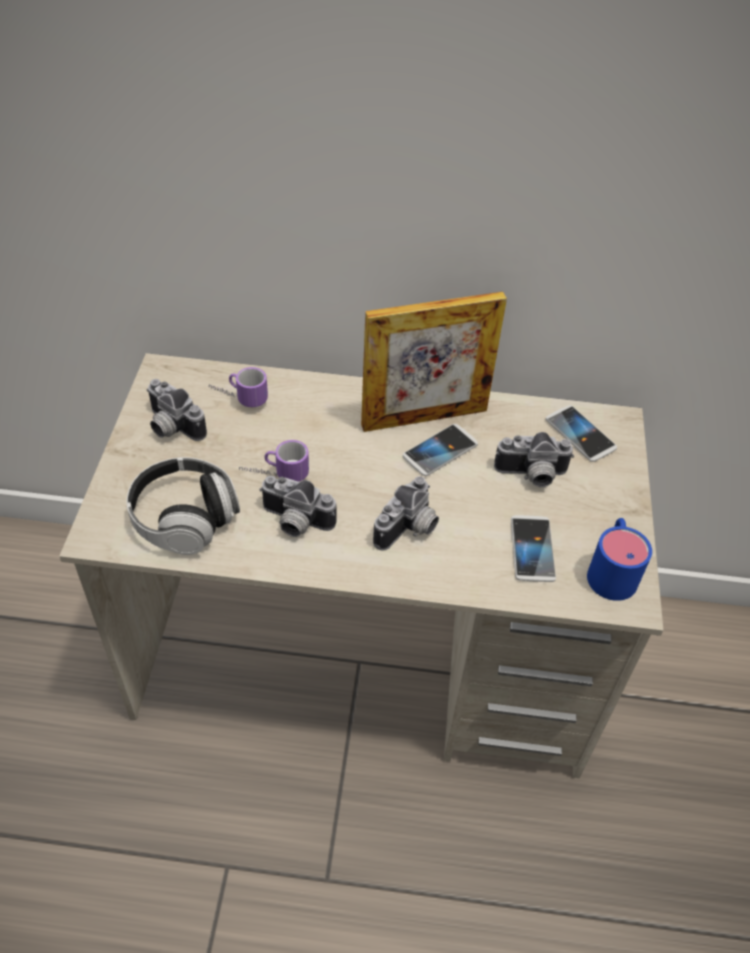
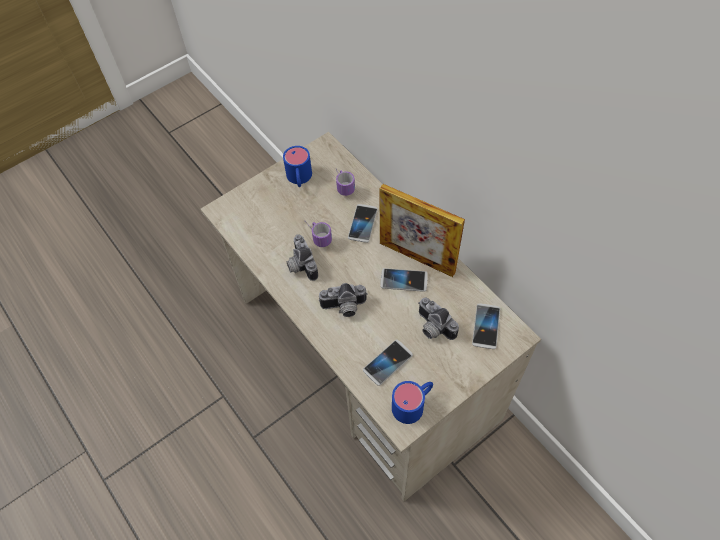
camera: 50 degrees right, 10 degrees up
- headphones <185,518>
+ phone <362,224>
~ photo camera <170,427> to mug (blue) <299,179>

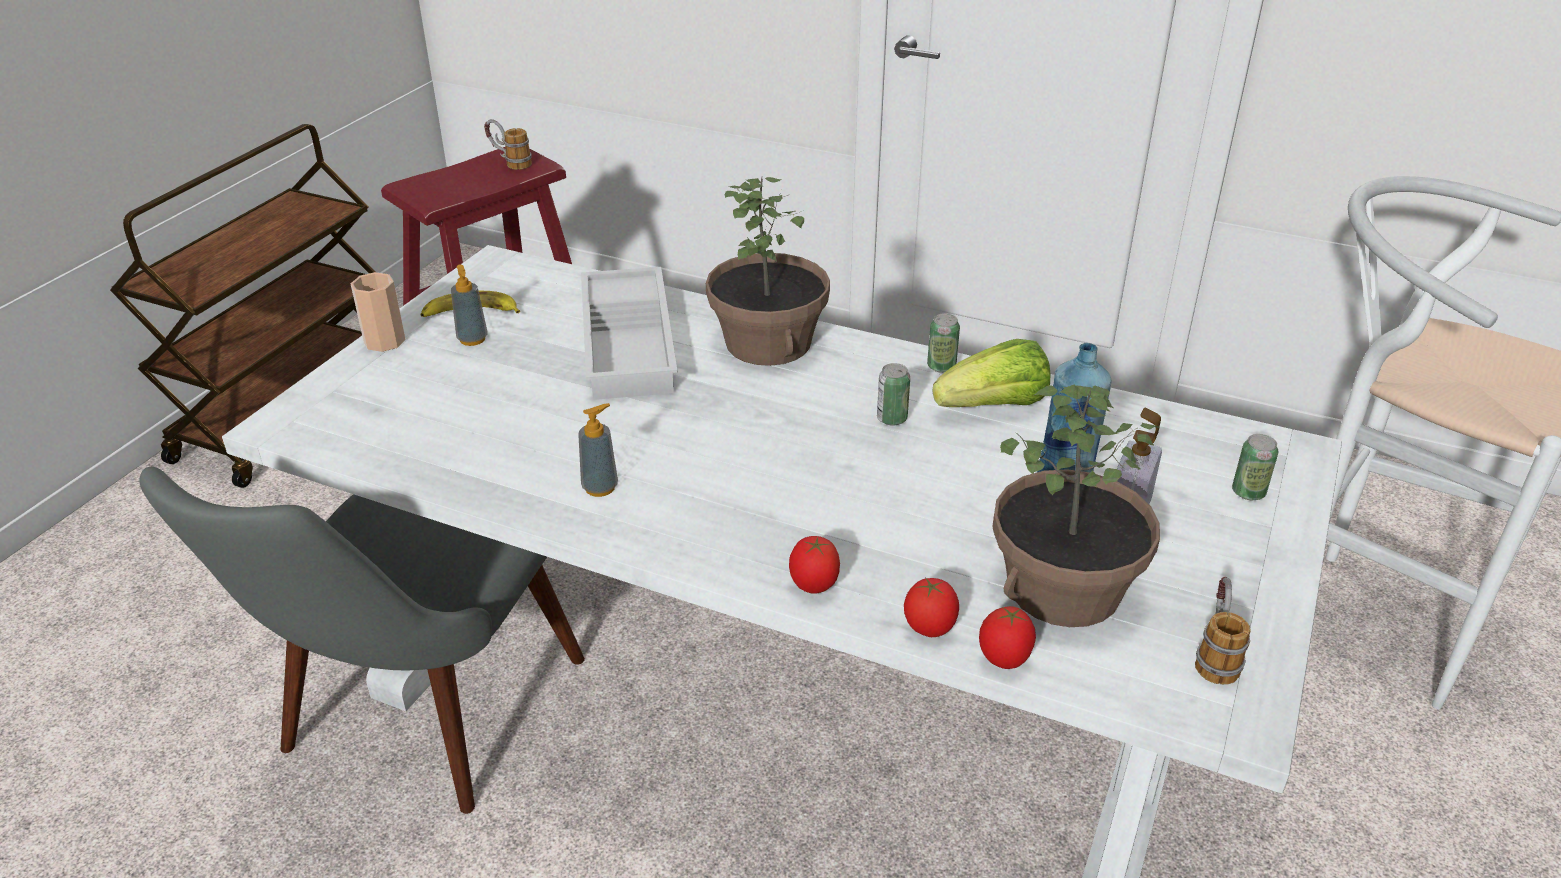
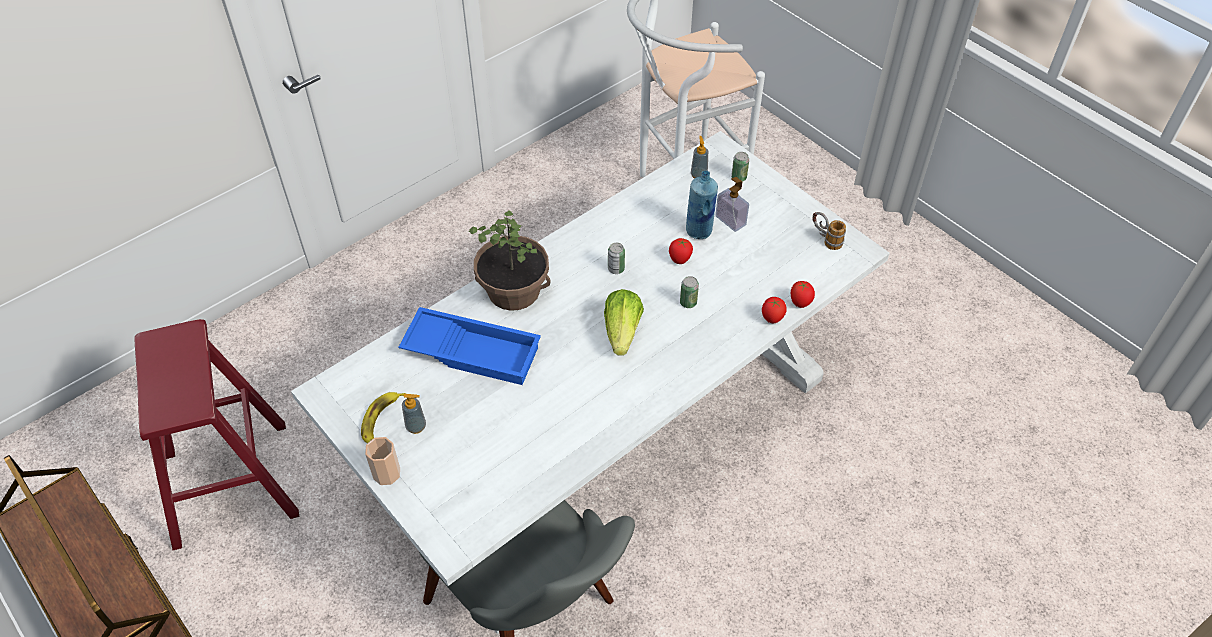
camera: 65 degrees left, 15 degrees up
- mug <509,162>
- potted plant <1064,589>
~ soap dispenser <600,487> to <698,175>
~ tomato <813,587> to <679,260>
~ can <941,366> to <688,302>
~ lettuce <994,407> to <622,332>
~ tray (white) <631,343> to tray (blue) <473,350>

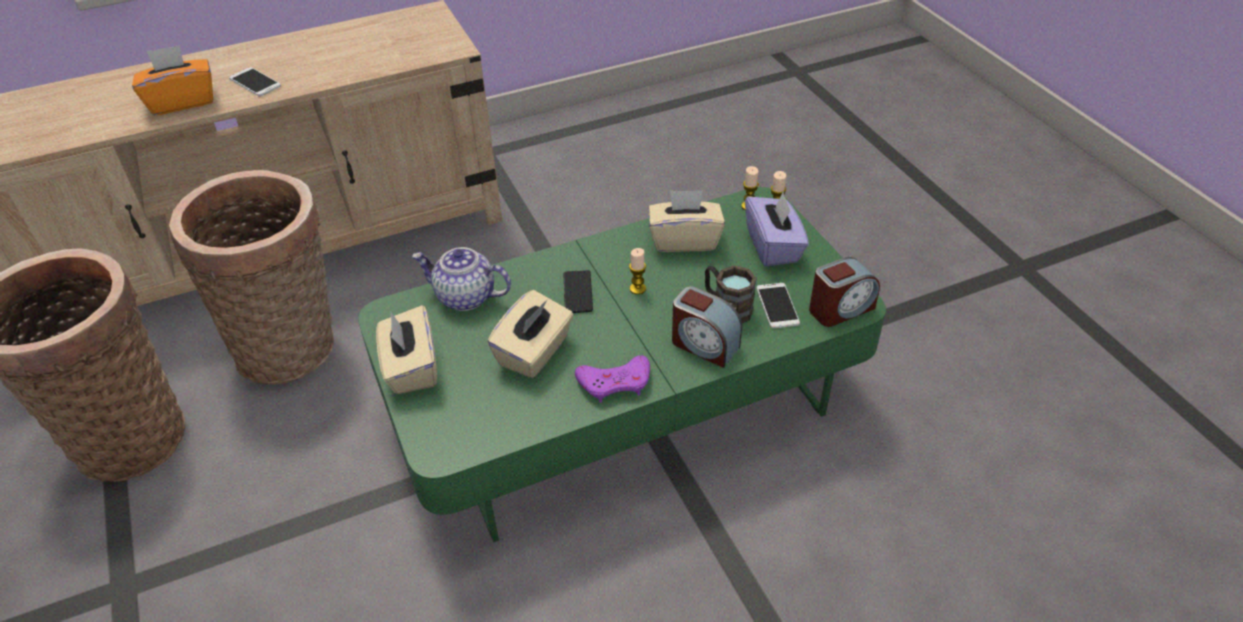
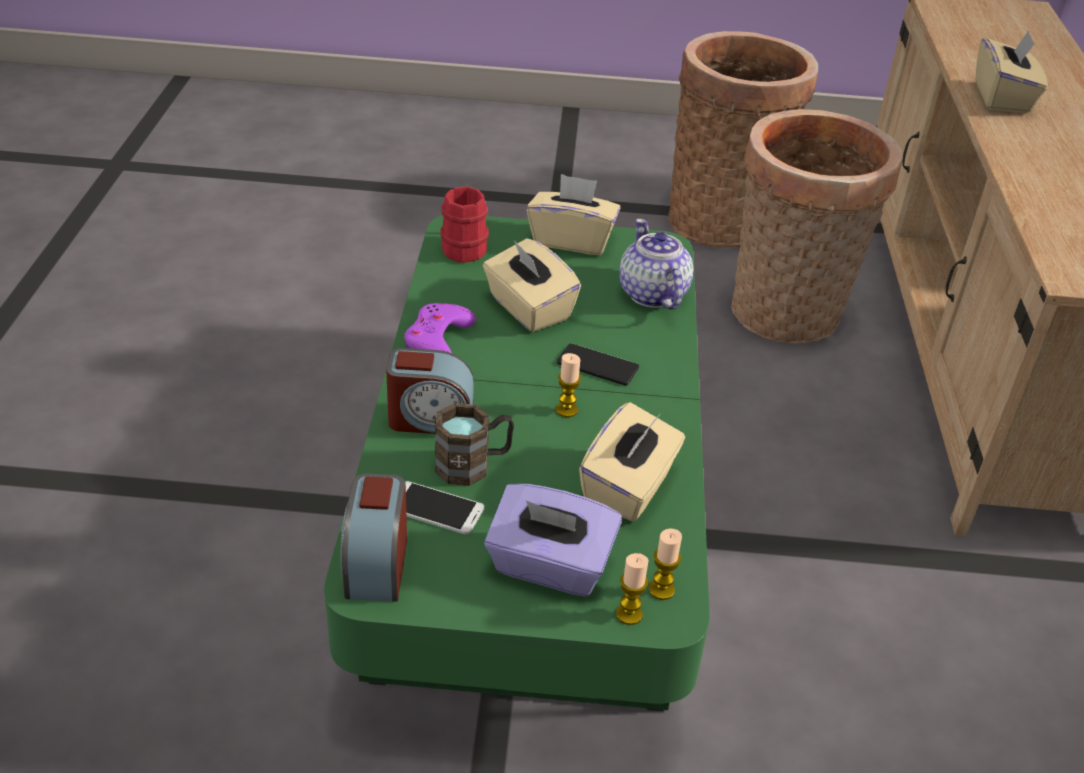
camera: 115 degrees right, 5 degrees down
- phone <255,82>
+ mug (red) <468,246>
~ tissue box (orange) <182,101> to tissue box (beige) <1002,98>
~ teapot <465,297> = <651,294> 60 degrees counterclockwise
~ alarm clock <704,345> = <430,419> 150 degrees counterclockwise

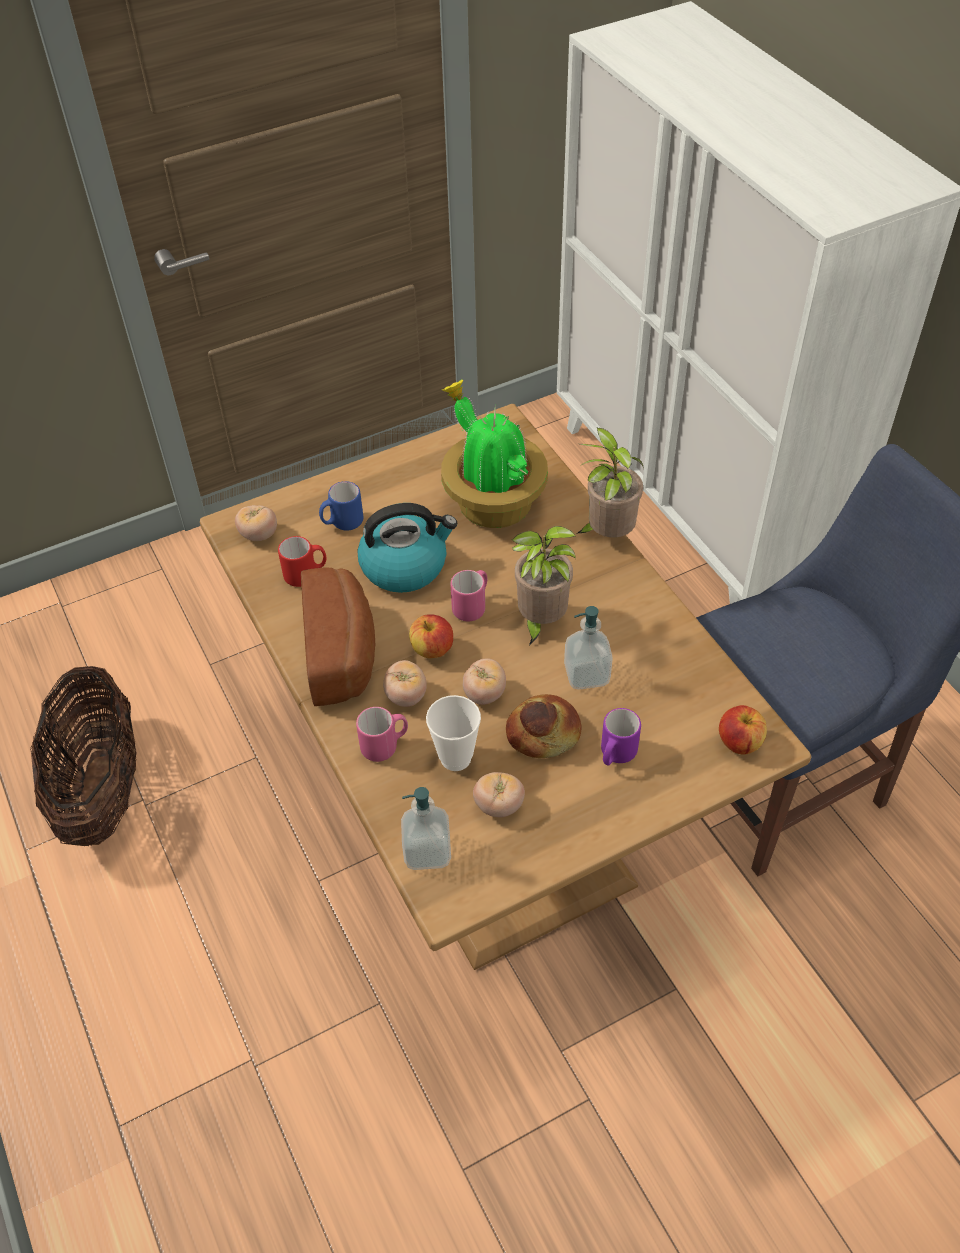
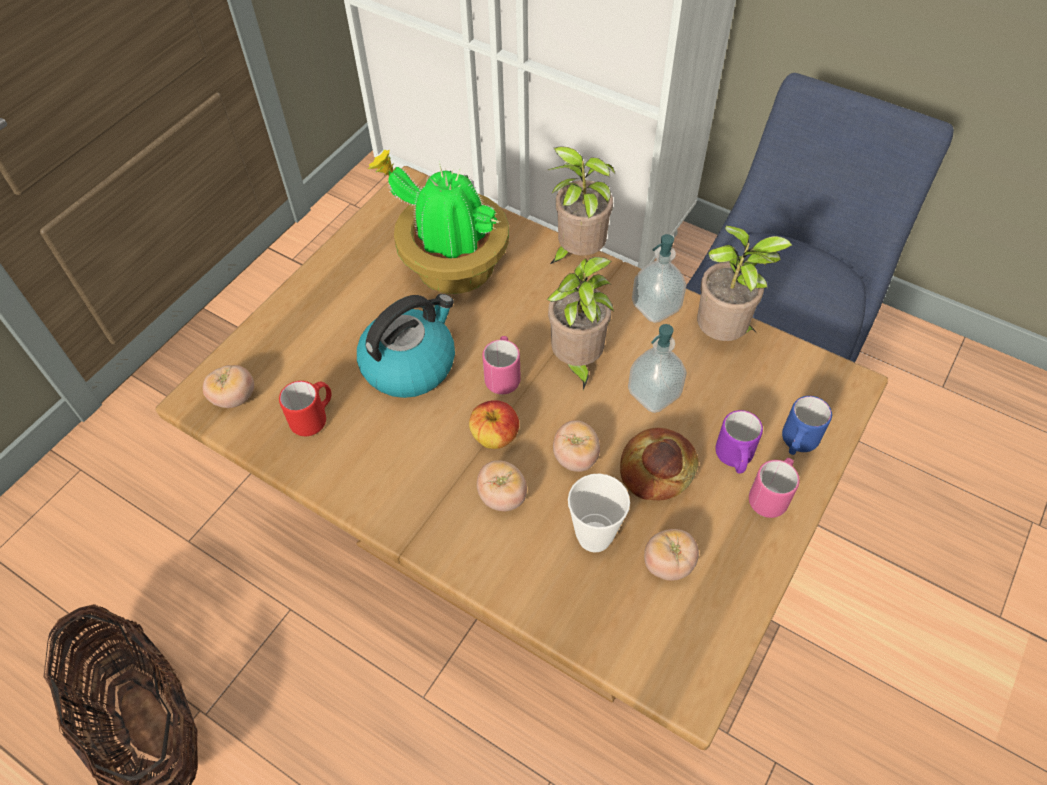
camera: 30 degrees left, 5 degrees up
- bread <343,651>
- apple <739,743>
+ potted plant <723,335>
~ mug (blue) <342,523> to <797,443>
~ mug (pink) <385,745> to <771,496>
~ soap dispenser <427,851> to <656,306>

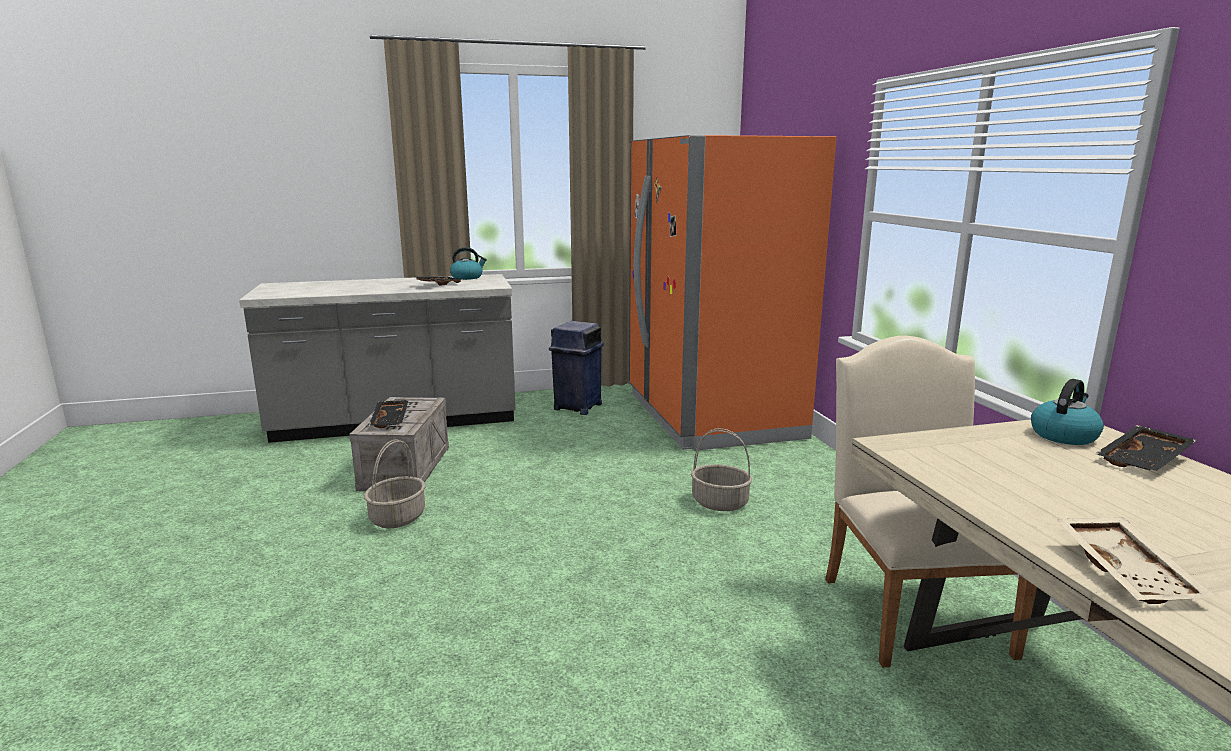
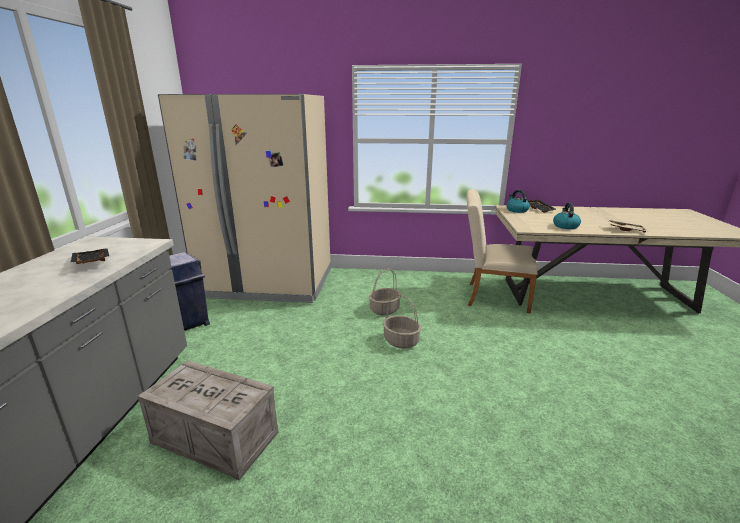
camera: 70 degrees left, 5 degrees up
- tray (black) <391,419>
~ basket <397,517> to <400,341>
~ kettle <467,277> to <565,226>
~ fridge (orange) <711,415> to fridge (beige) <268,283>

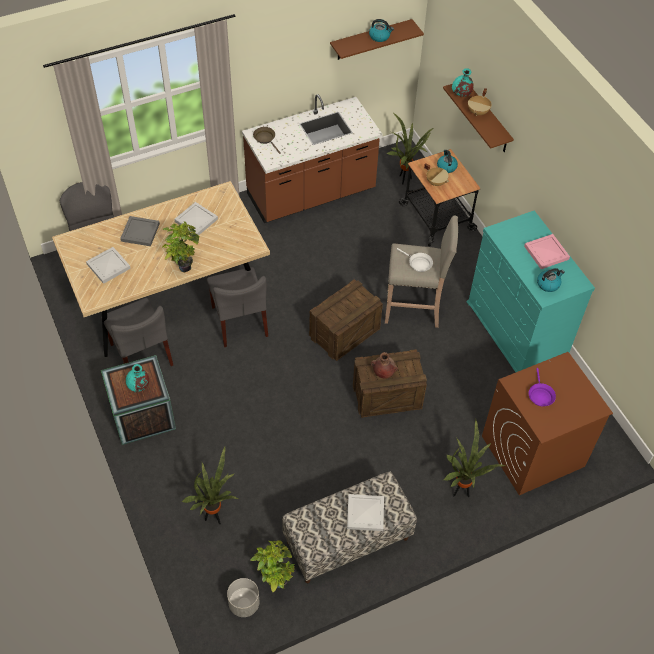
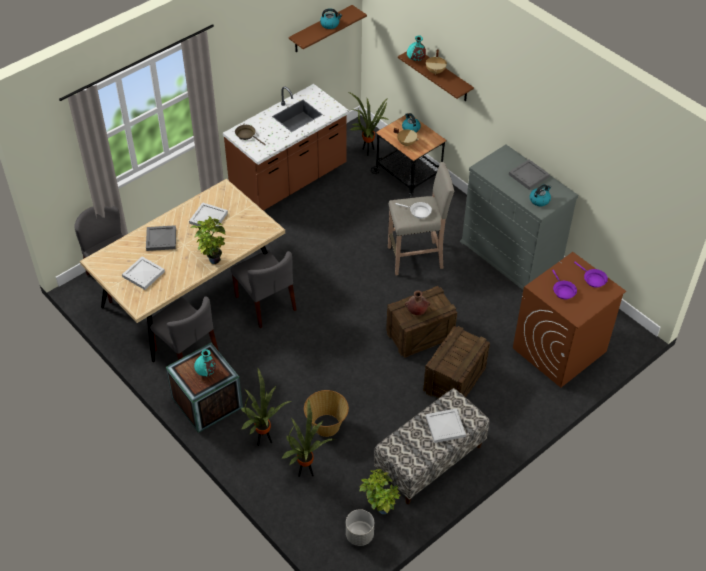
camera: 15 degrees left, 5 degrees down
+ basket <326,426>
+ frying pan (purple) <593,279>
~ crate <344,333> to <454,380>
~ potted plant <461,491> to <264,440>
~ dresser (turquoise) <517,331> to dresser (grey) <511,256>
~ tray (pink) <546,253> to tray (grey) <528,176>

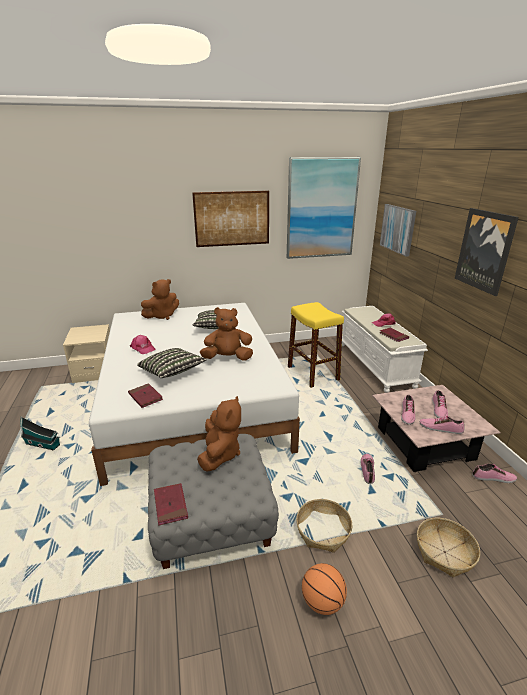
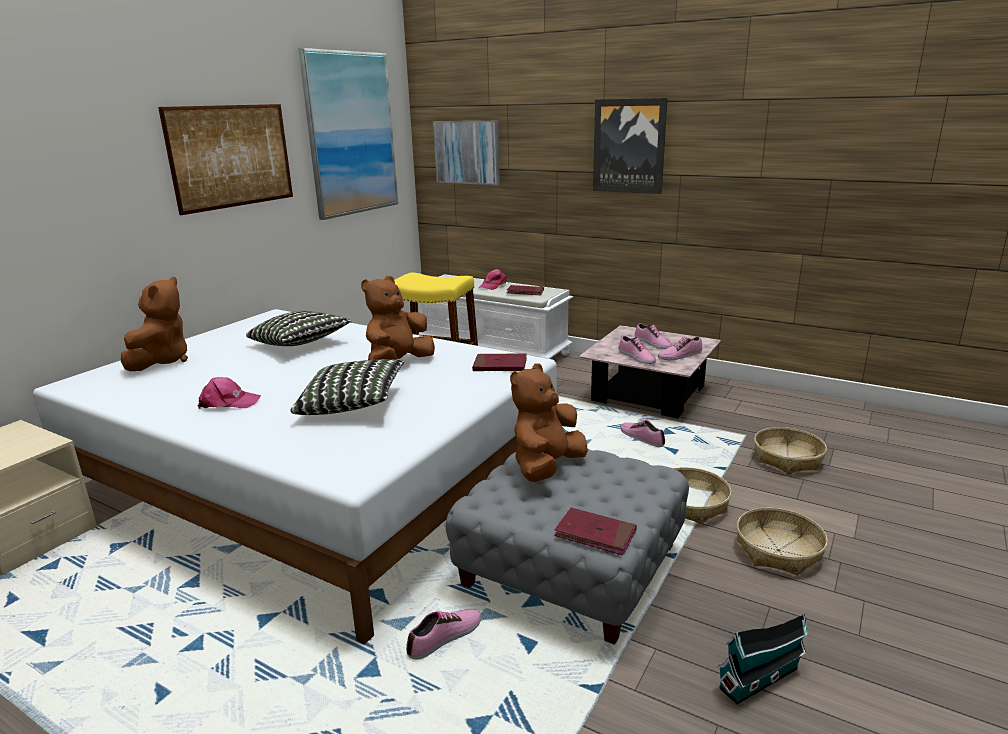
camera: 45 degrees left, 5 degrees down
~ toy house <44,445> to <761,677>
~ book (red) <145,397> to <500,365>
~ shoe <493,478> to <445,637>
~ basketball <322,602> to basket <779,550>
~ plush toy (brown) <220,454> = <546,467> 105 degrees counterclockwise

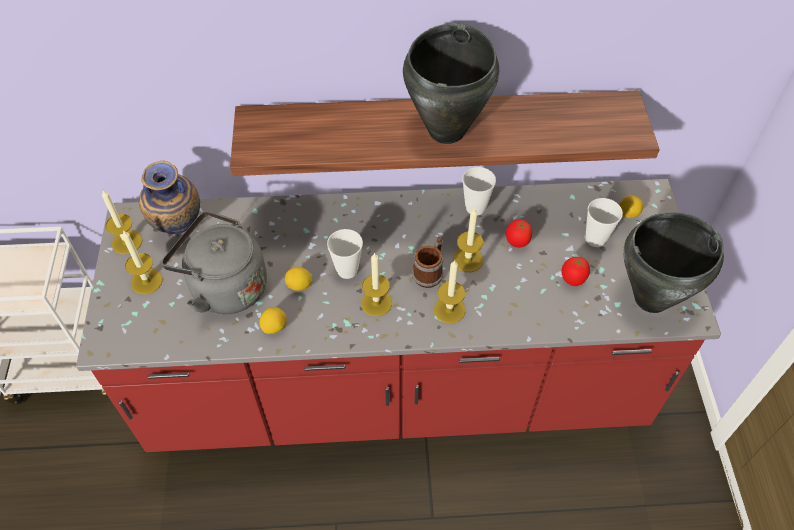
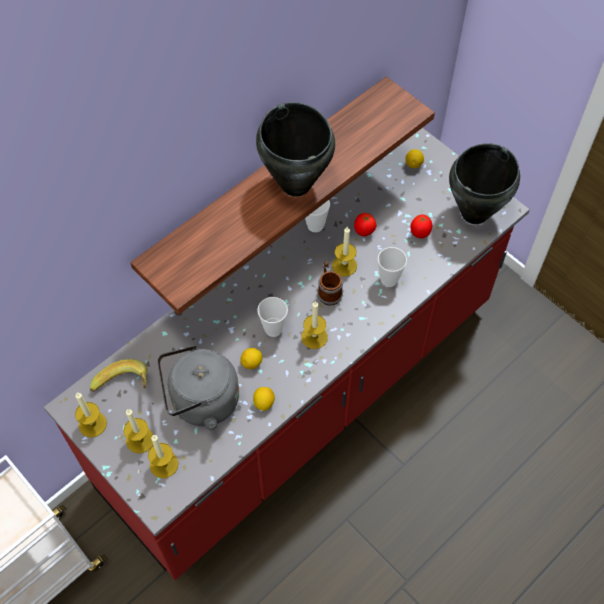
camera: 40 degrees left, 5 degrees up
~ candle <449,310> to <164,464>
~ cup <595,239> to <389,280>
~ vase <179,231> to banana <124,388>

